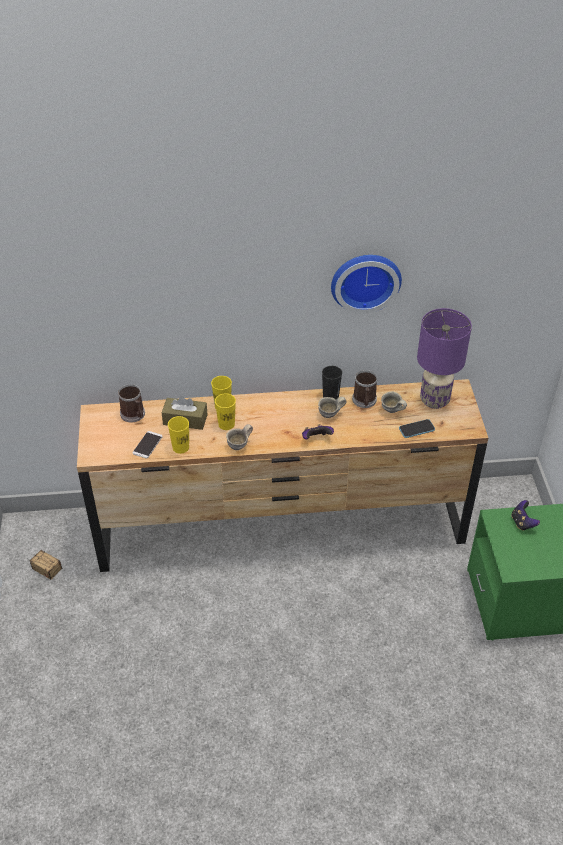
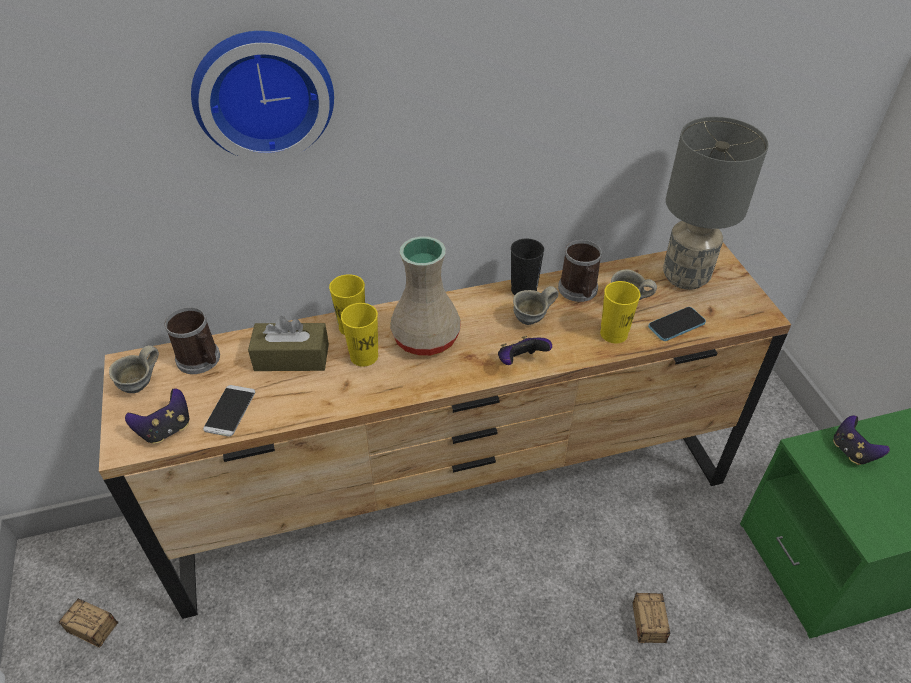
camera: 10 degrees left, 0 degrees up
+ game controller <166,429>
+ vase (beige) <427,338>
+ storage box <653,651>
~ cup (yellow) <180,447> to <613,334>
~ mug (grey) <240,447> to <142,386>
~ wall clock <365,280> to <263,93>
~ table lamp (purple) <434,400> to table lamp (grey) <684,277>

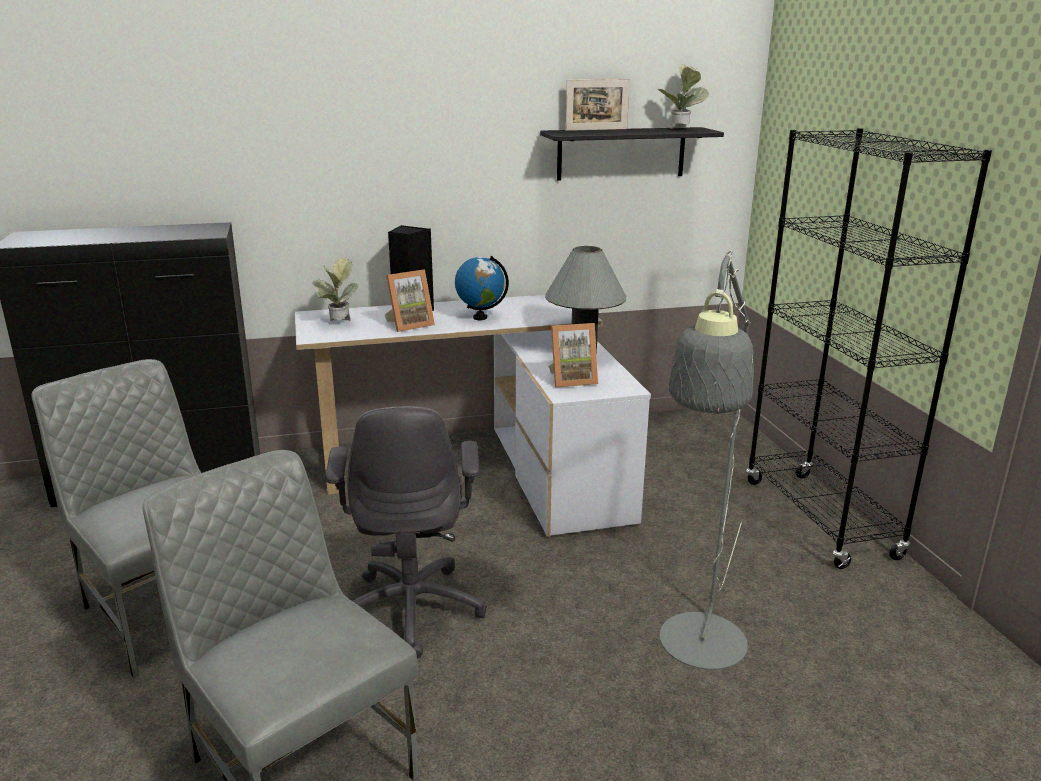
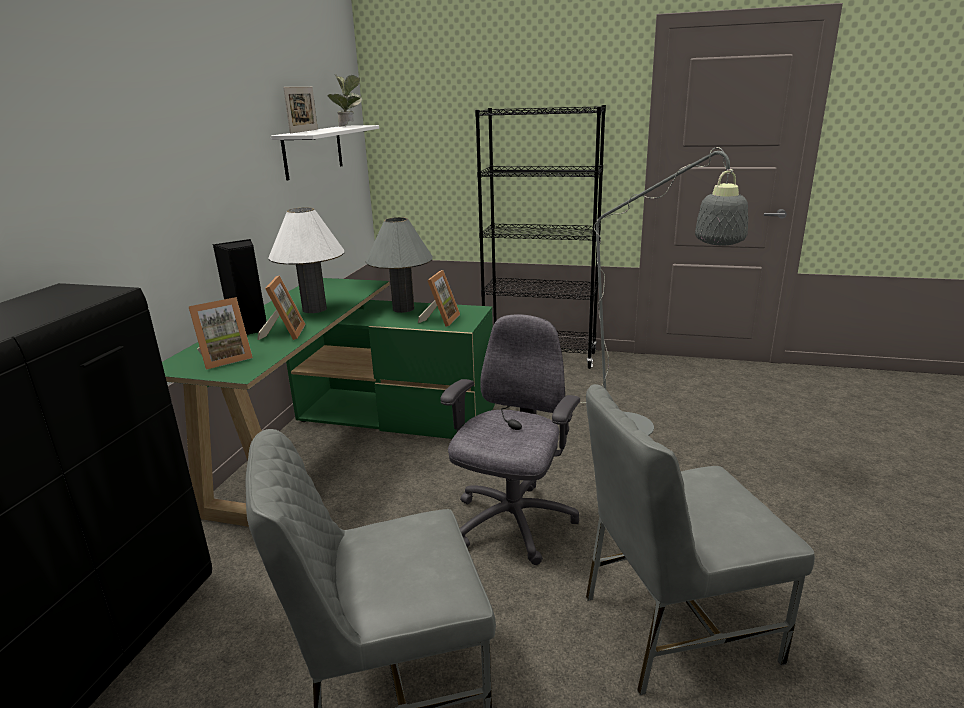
camera: 60 degrees left, 0 degrees up
~ potted plant <338,324> to picture frame <225,359>
~ globe <480,317> to table lamp (white) <314,309>
~ desk (white) <484,468> to desk (green) <347,441>
~ shelf (black) <621,153> to shelf (white) <313,151>
~ office chair (grey) <412,608> = <512,524> 90 degrees counterclockwise

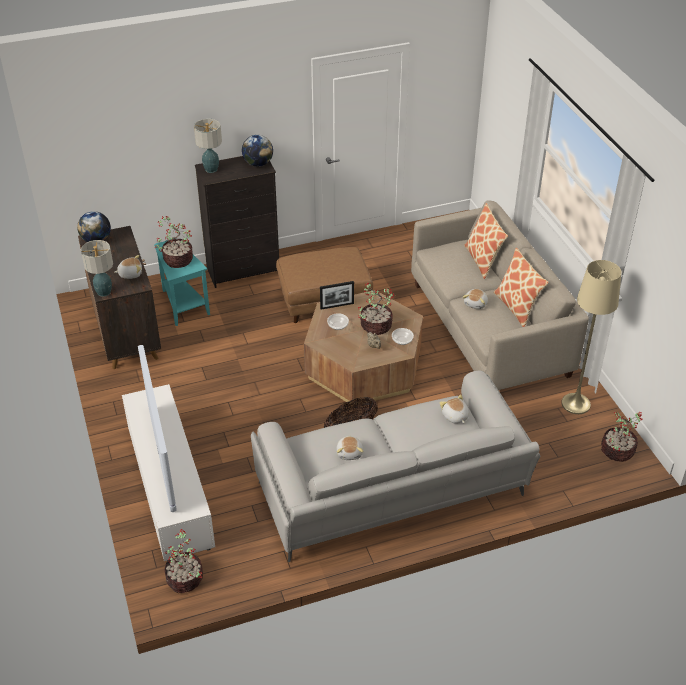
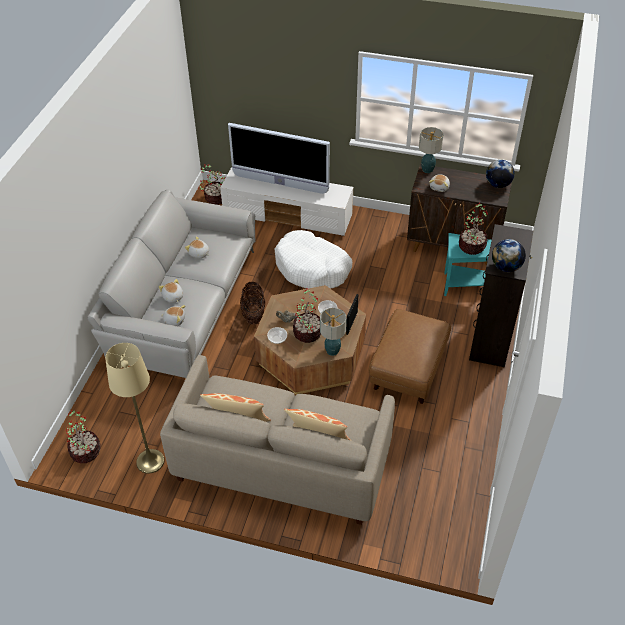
camera: 125 degrees right, 5 degrees up
+ dog bed (white) <312,268>
~ table lamp <211,169> to <332,351>
~ plush toy <476,304> to <172,297>

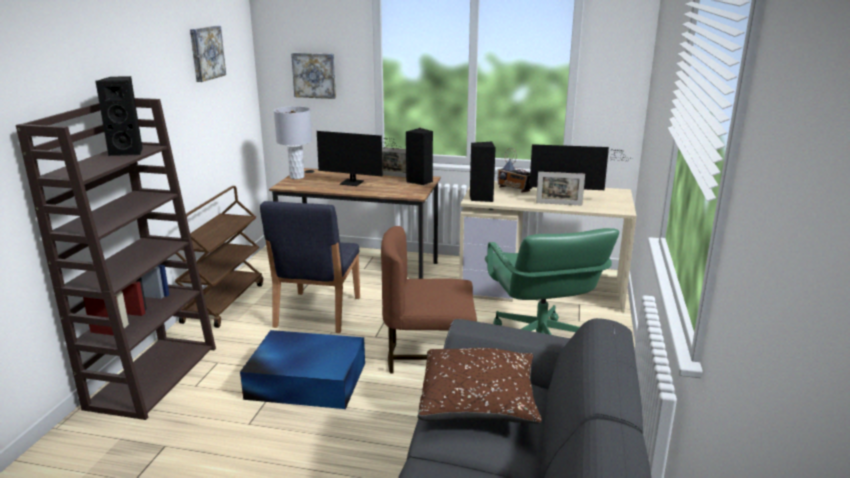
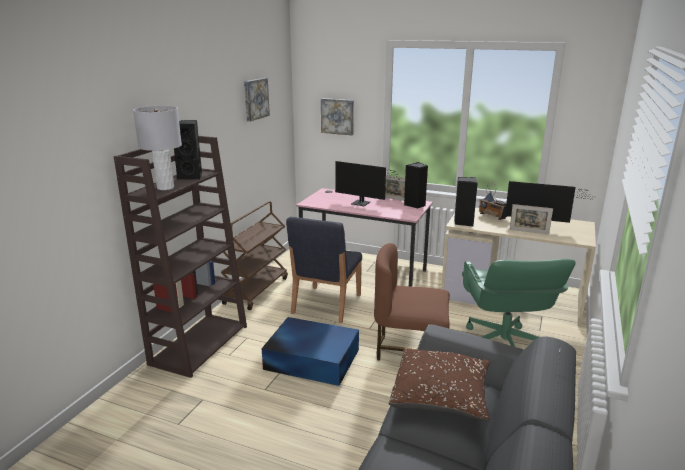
camera: 10 degrees right, 0 degrees up
~ table lamp (grey) <296,177> to <165,187>
~ desk (brown) <360,270> to desk (pink) <364,272>

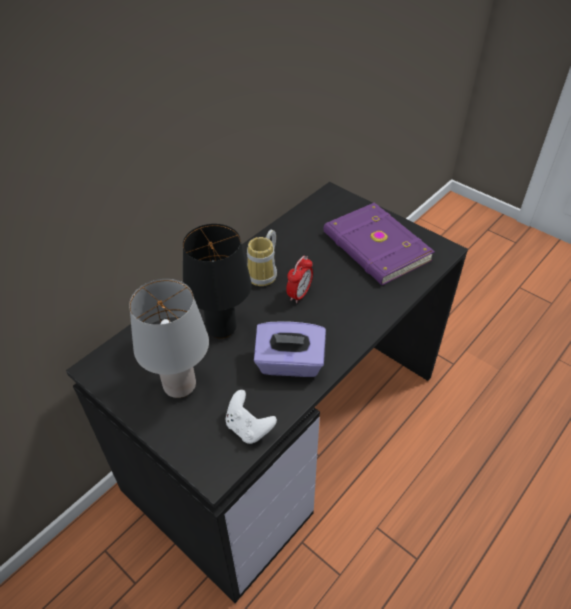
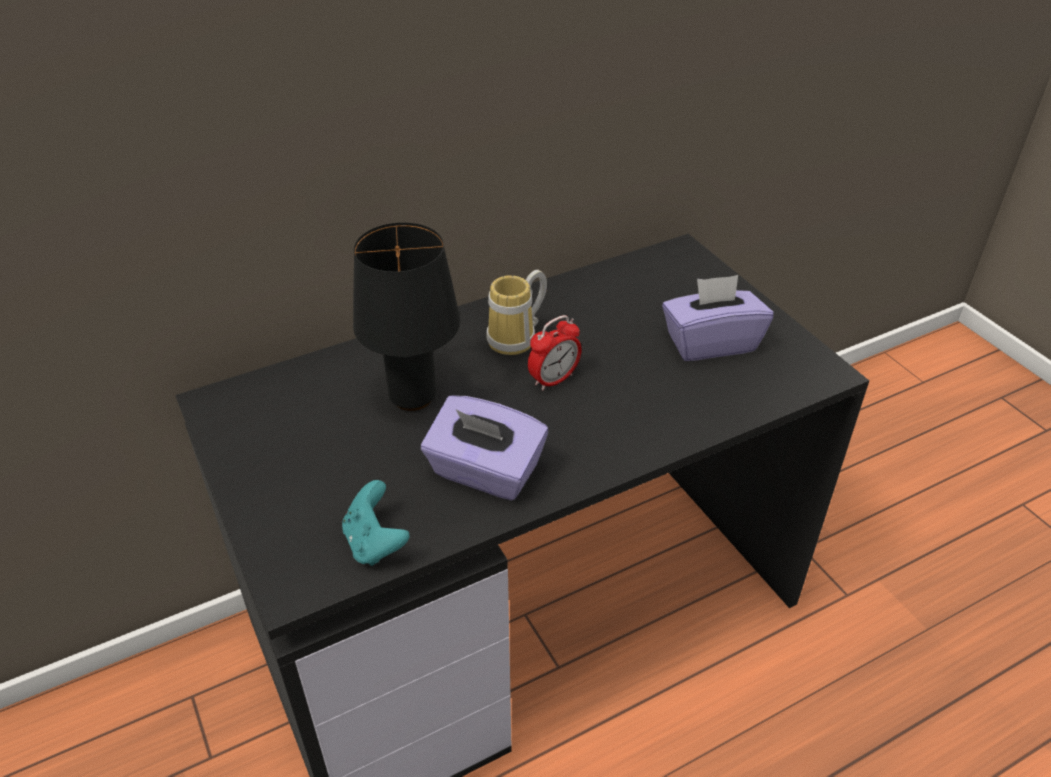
camera: 20 degrees right, 5 degrees down
- table lamp (grey) <179,385>
~ book (purple) <375,248> to tissue box (purple) <710,342>
~ game controller (white) <248,428> to game controller (turquoise) <375,543>

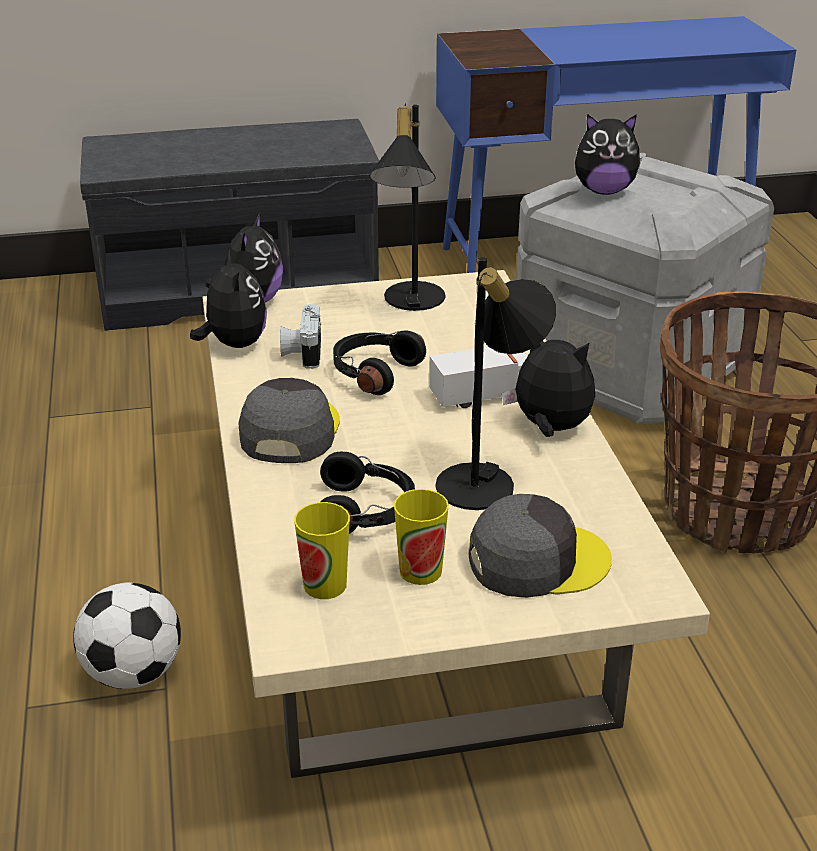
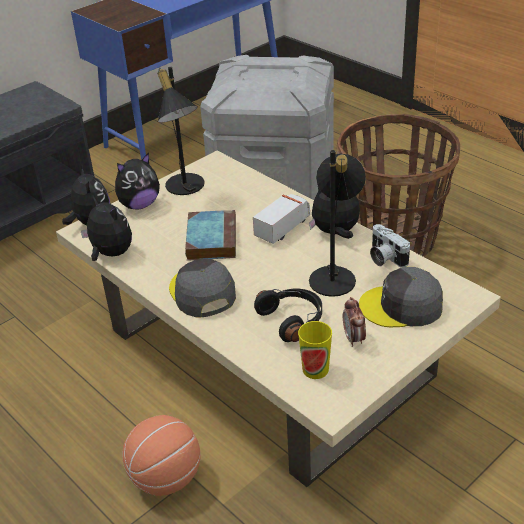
camera: 30 degrees left, 5 degrees up
~ photo camera <302,352> to <384,258>
~ plush toy <604,191> to <139,205>
~ football <133,673> to basketball <165,478>
~ headphones (black) <373,372> to book <211,239>
~ cup <420,571> to alarm clock <354,338>
~ cap (grey) <537,560> = <401,306> 135 degrees counterclockwise

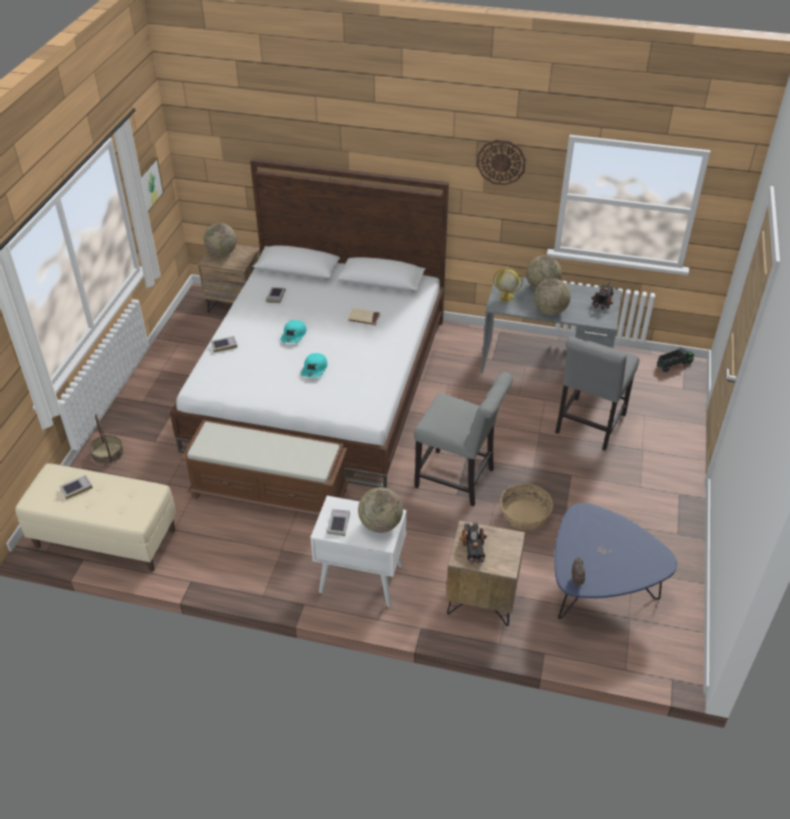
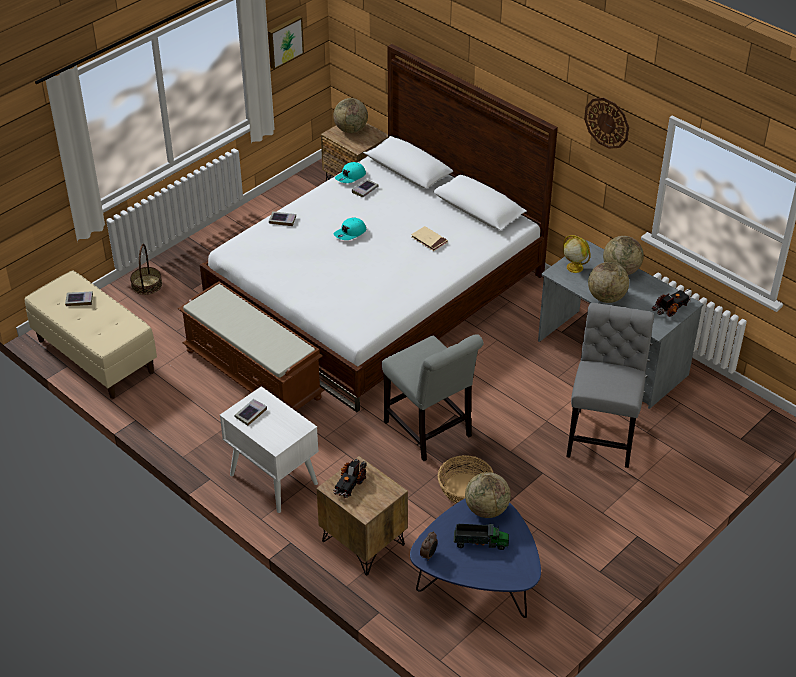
camera: 30 degrees right, 0 degrees up
~ cap (turquoise) <315,369> to <351,177>
~ globe <380,524> to <486,509>
~ toy truck <674,364> to <480,542>
~ chair (grey) <588,426> = <602,435> 135 degrees clockwise

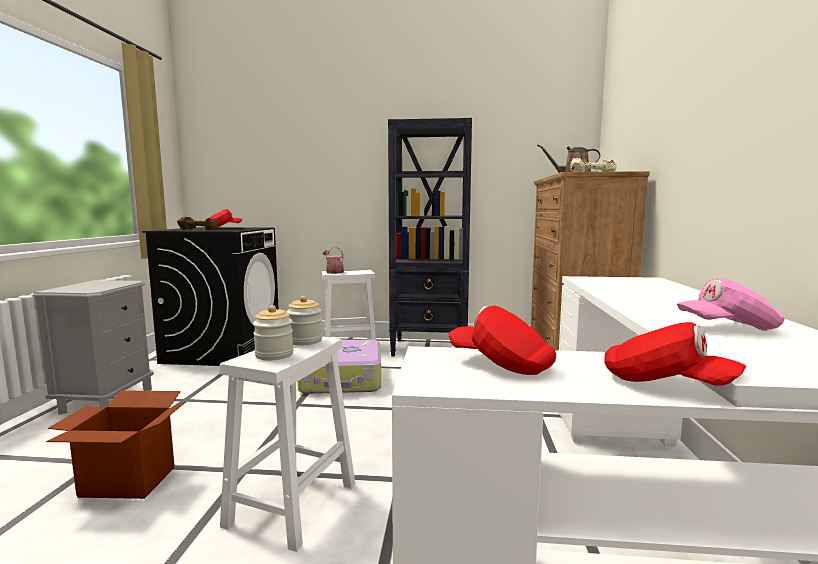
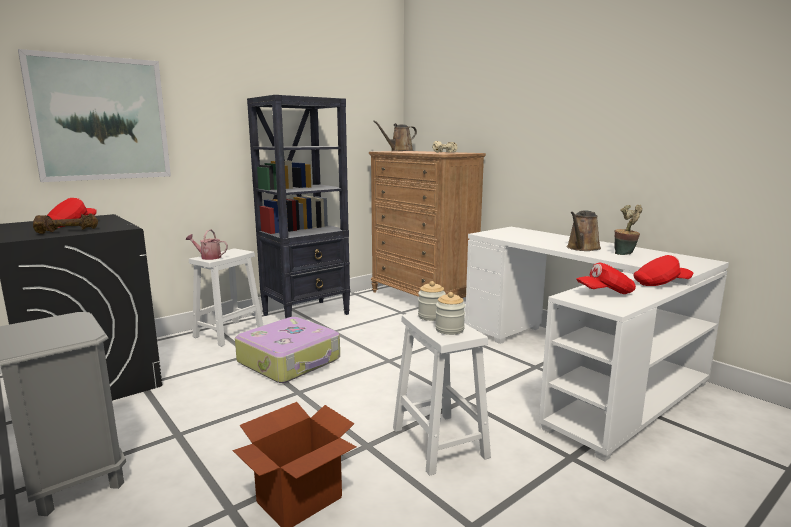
camera: 45 degrees left, 5 degrees up
+ picture <101,119>
+ watering can (brown) <582,248>
~ cap (pink) <728,328> to potted plant <625,254>

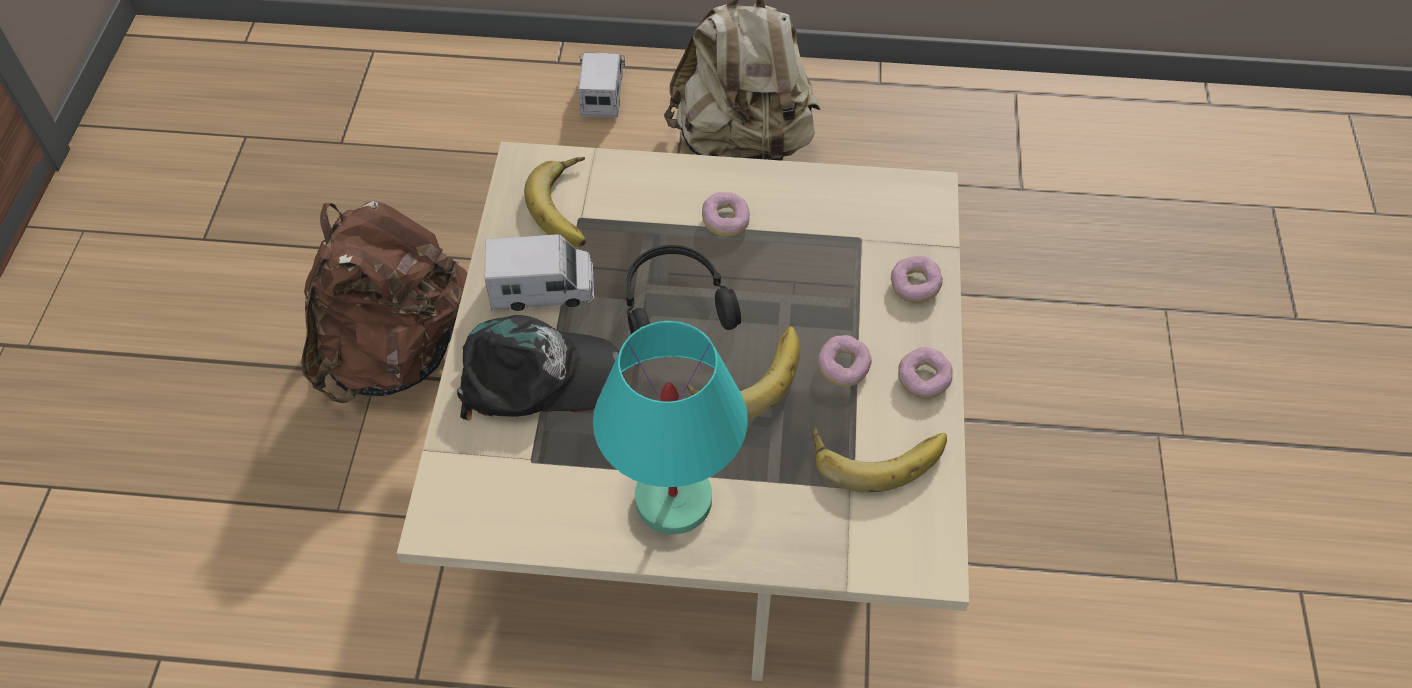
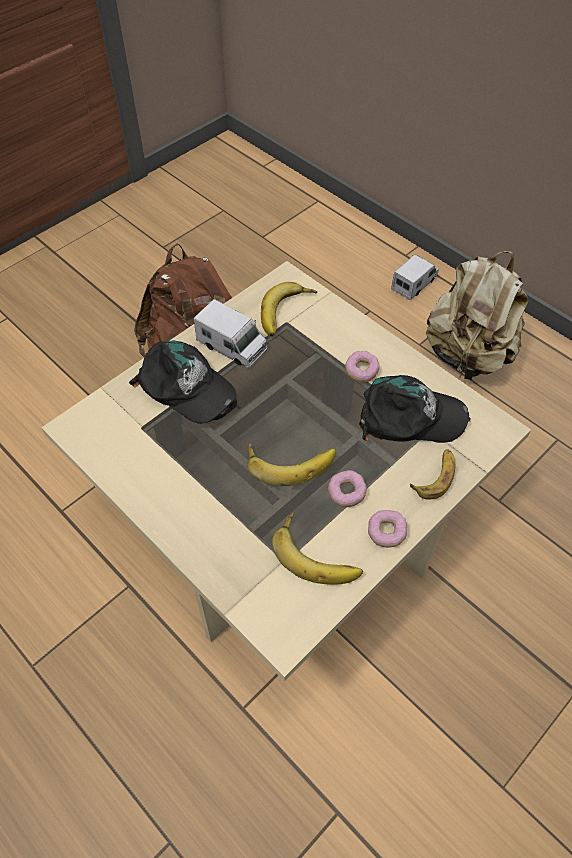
camera: 40 degrees right, 0 degrees up
- table lamp (turquoise) <675,500>
- headphones (black) <675,304>
+ cap (black) <410,417>
~ donut <914,286> to banana <435,477>

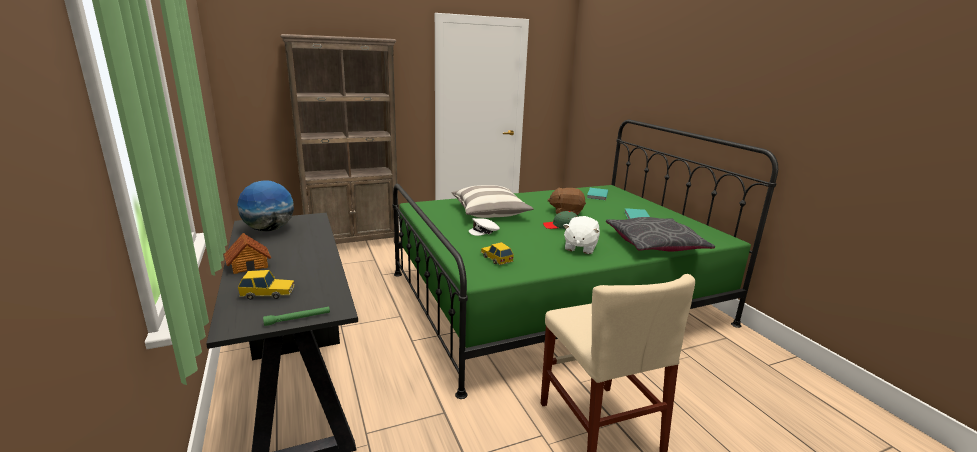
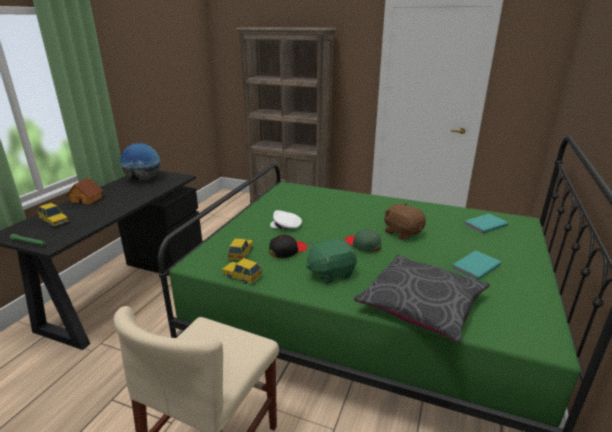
camera: 45 degrees right, 5 degrees up
- pillow <489,212>
+ toy car <241,276>
+ cap (black) <287,250>
~ plush toy (white) <580,247> to plush toy (green) <330,273>

